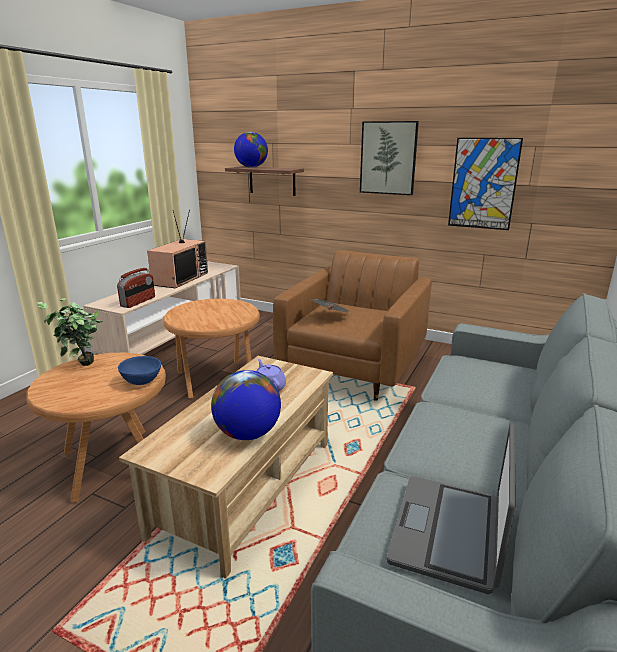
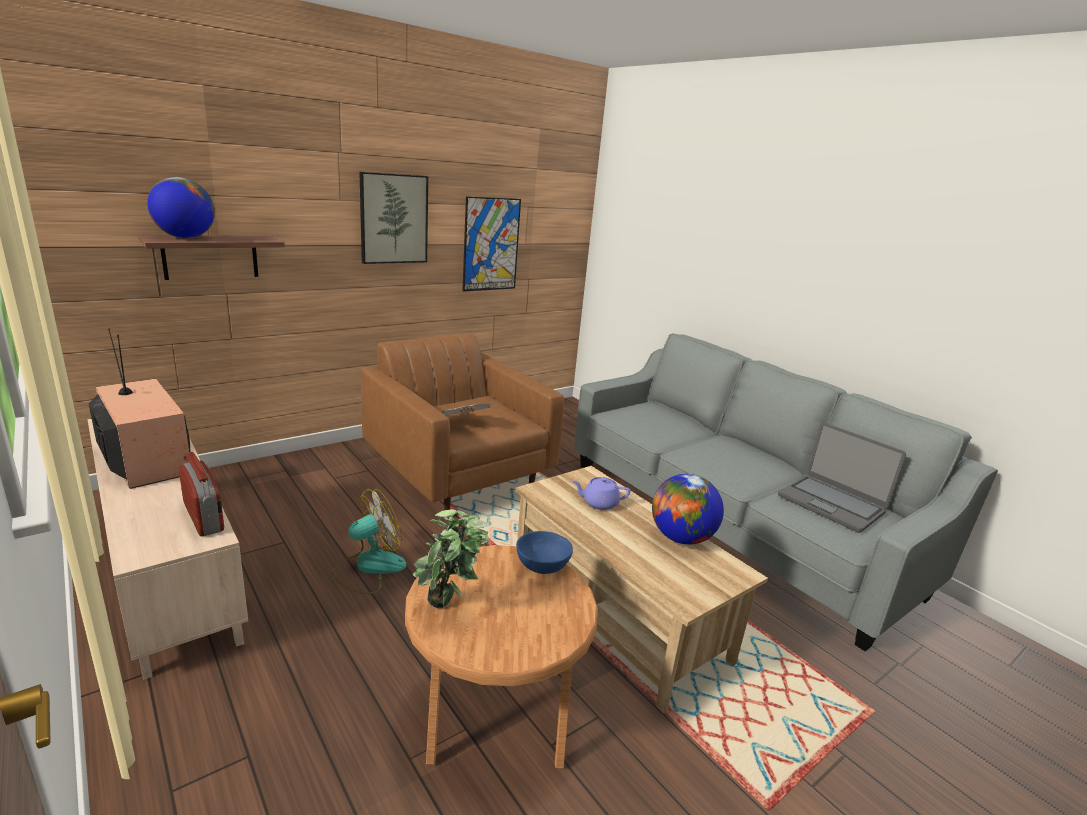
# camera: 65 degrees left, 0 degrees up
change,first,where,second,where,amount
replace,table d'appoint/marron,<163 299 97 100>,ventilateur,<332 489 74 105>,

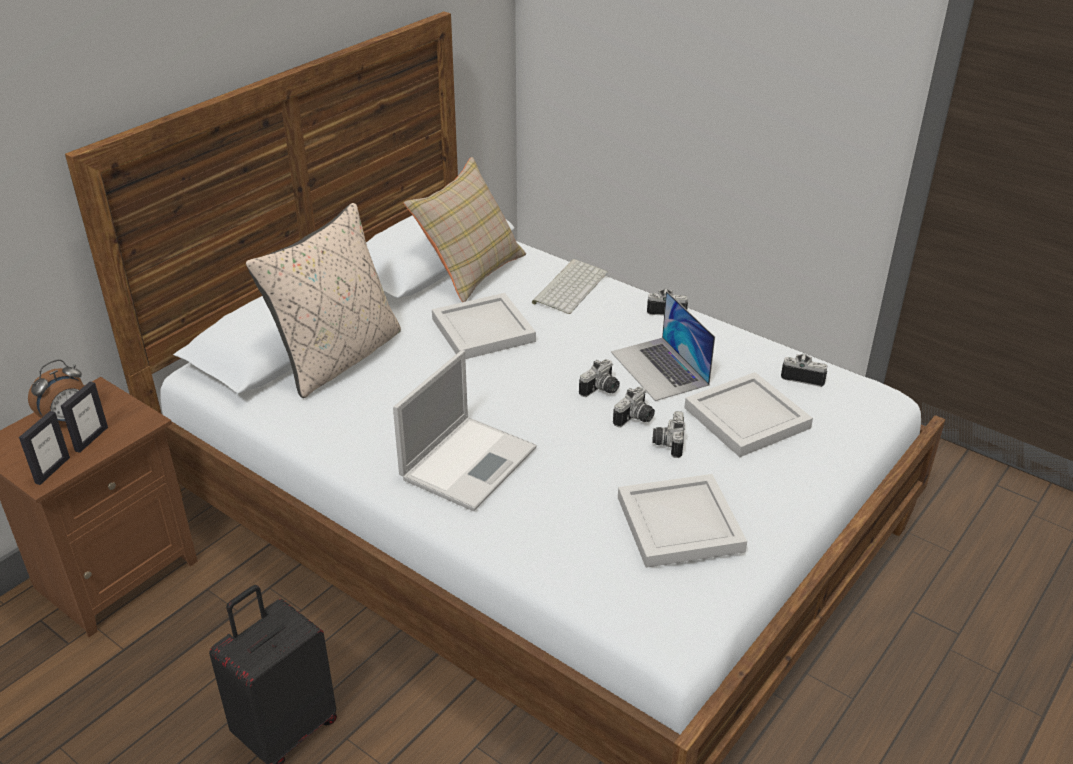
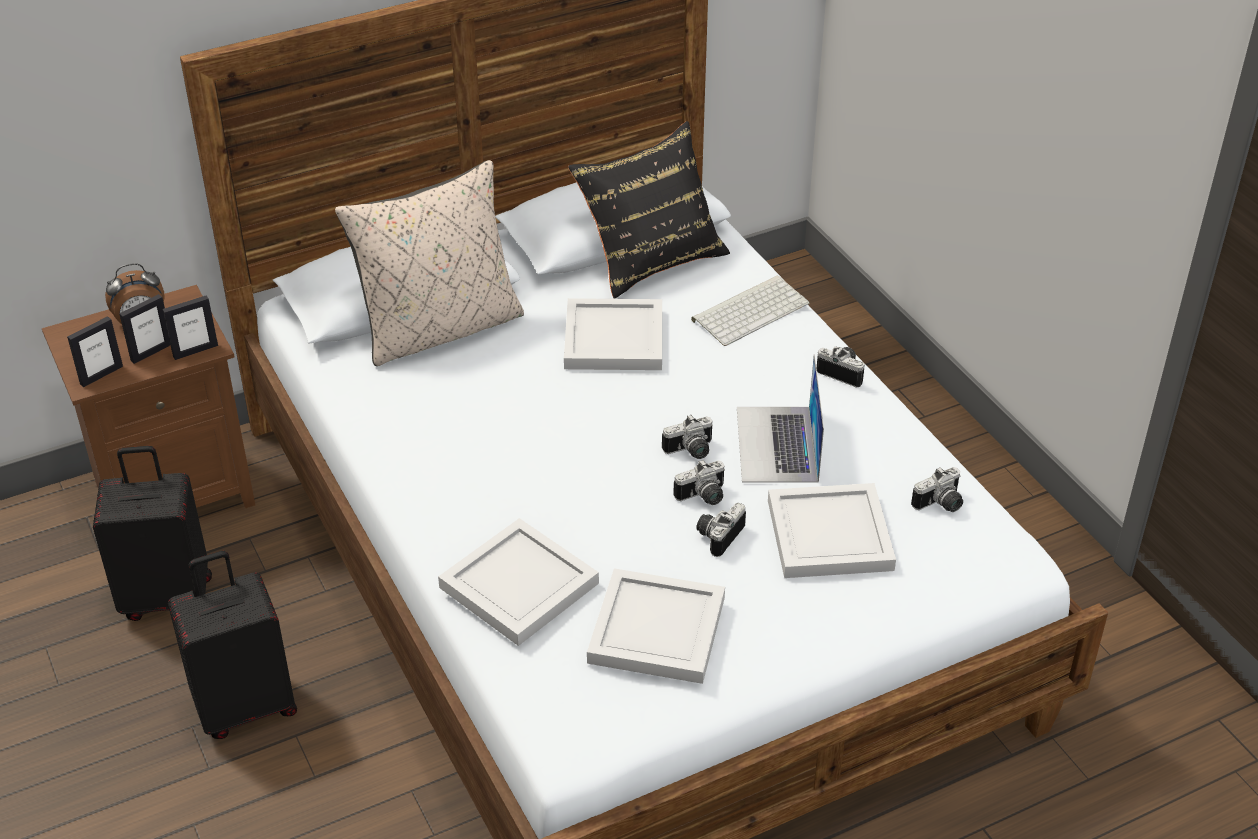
# camera: 25 degrees right, 5 degrees up
change,first,where,second,where,amount
recolor,coussin/beige,<404 157 122 145>,coussin/noir,<568 121 162 178>,
delete,ordinateur portable,<393 350 144 161>,,,
rotate,appareil photo,<781 354 46 33>,,<911 467 52 45>,105 degrees clockwise
insert,,,cadre photo,<163 295 55 65>,
insert,,,valise/noir,<93 446 119 175>,
insert,,,plateau/blanc,<438 518 161 128>,

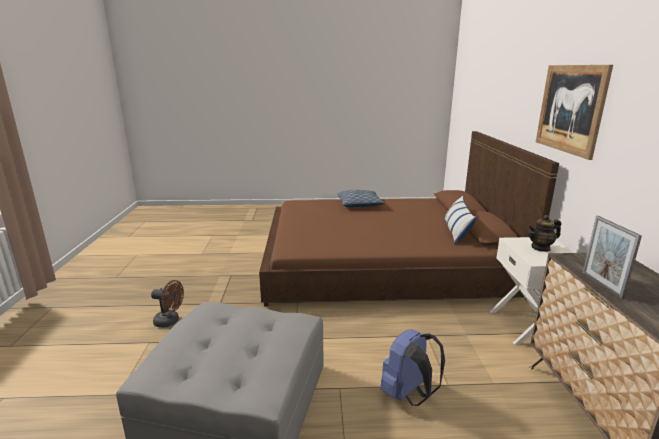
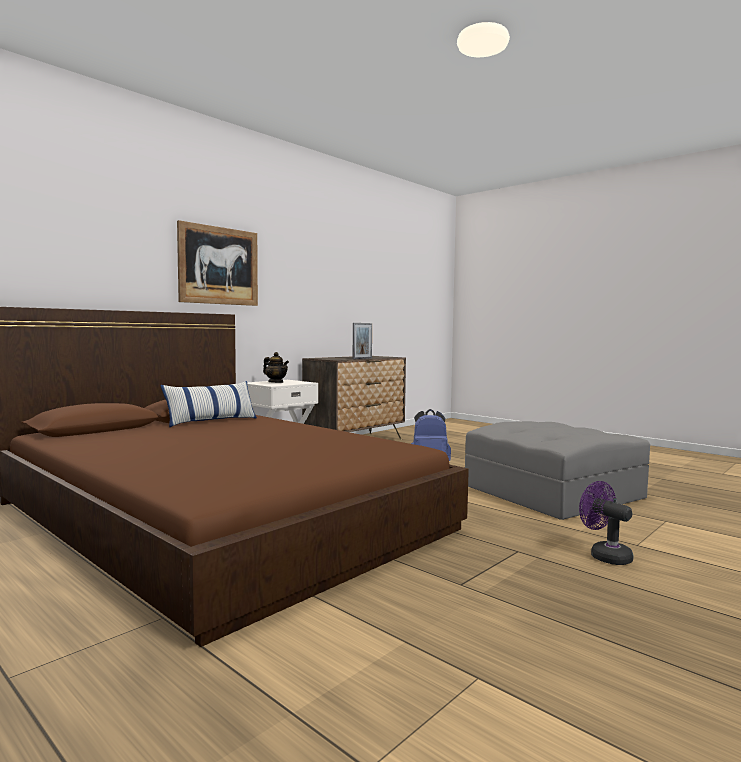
# camera: 135 degrees left, 15 degrees down
change,first,where,second,where,amount
delete,coussin,<337 190 47 17>,,,
recolor,ventilateur/marron,<151 280 33 48>,ventilateur/violet,<579 481 55 84>,

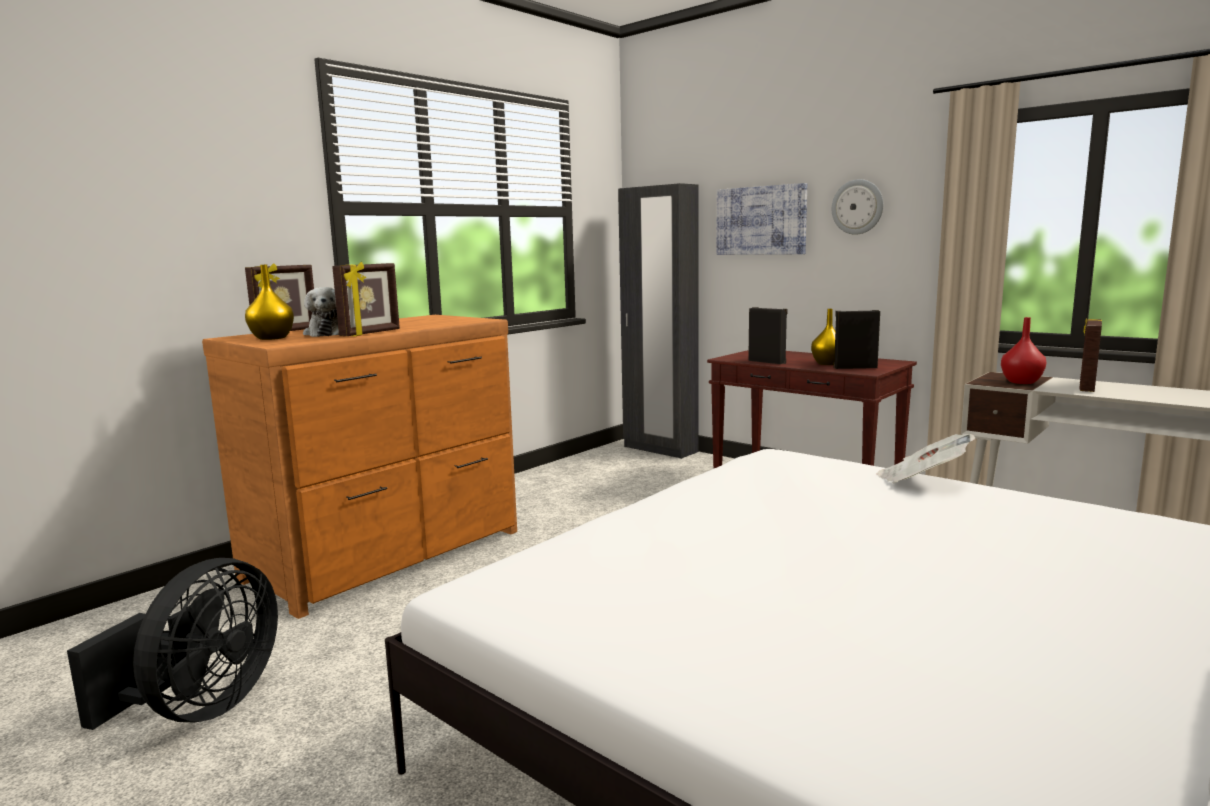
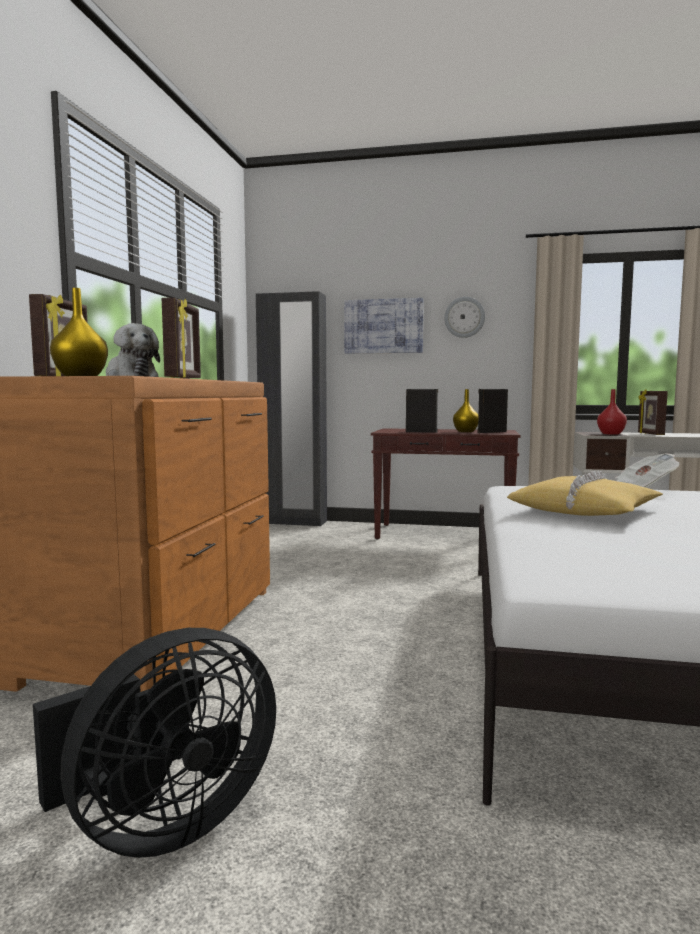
# camera: 30 degrees left, 5 degrees down
change,first,where,second,where,amount
rotate,ventilateur/noir,<67 558 211 172>,,<33 628 243 230>,60 degrees clockwise
insert,,,coussin/jaune,<507 471 156 45>,

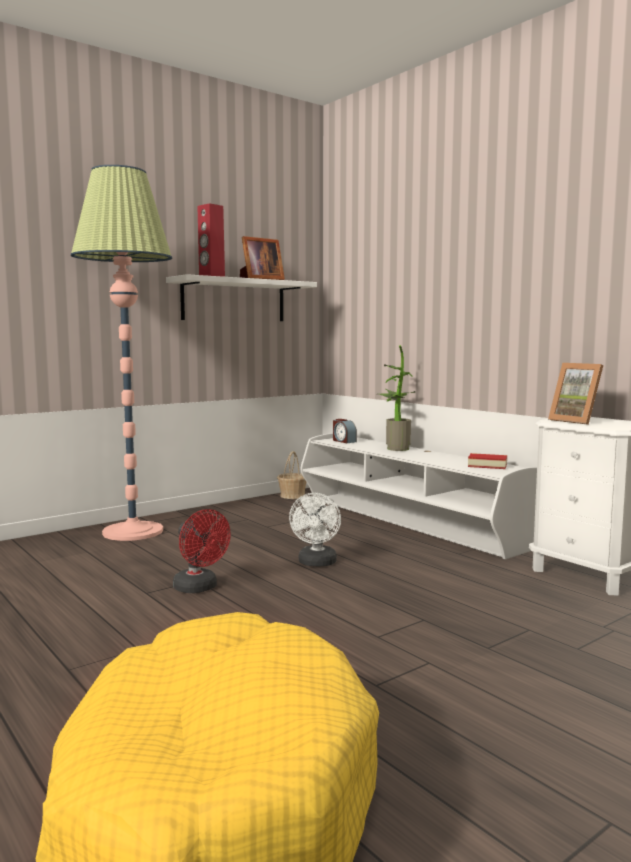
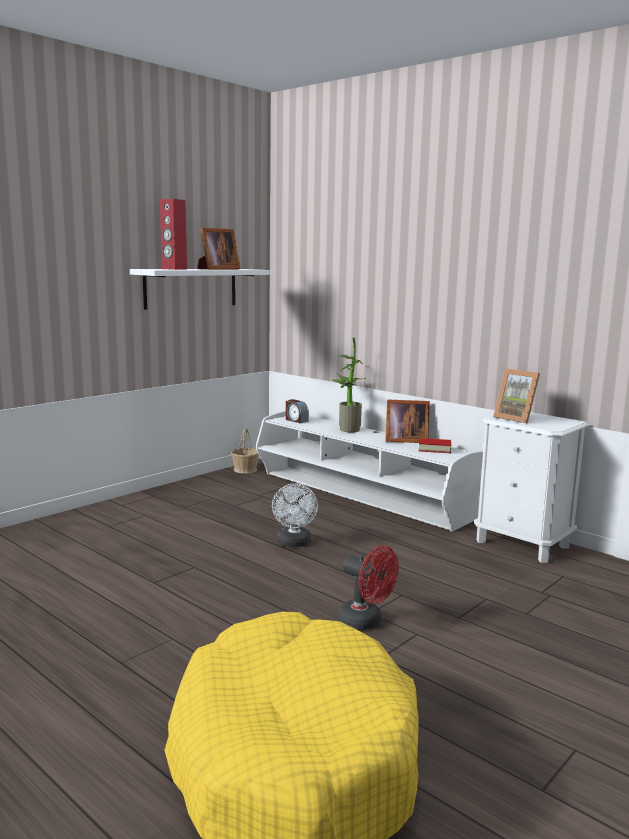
# camera: 10 degrees left, 5 degrees up
change,first,where,second,where,amount
delete,lampadaire,<71 165 101 376>,,,
move,ventilateur/rouge,<173 509 58 84>,,<337 546 62 84>,
insert,,,cadre photo,<386 399 44 44>,

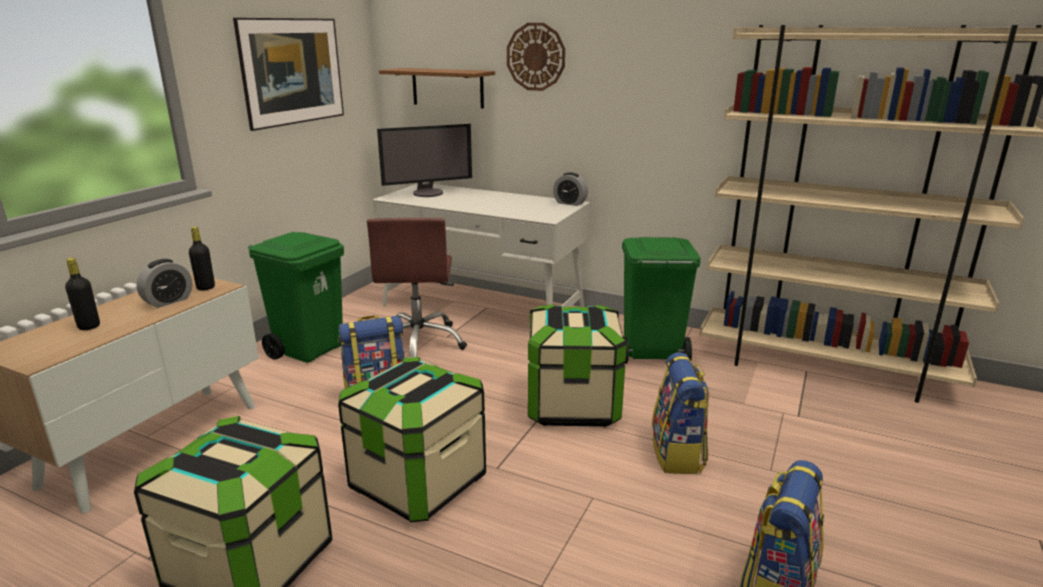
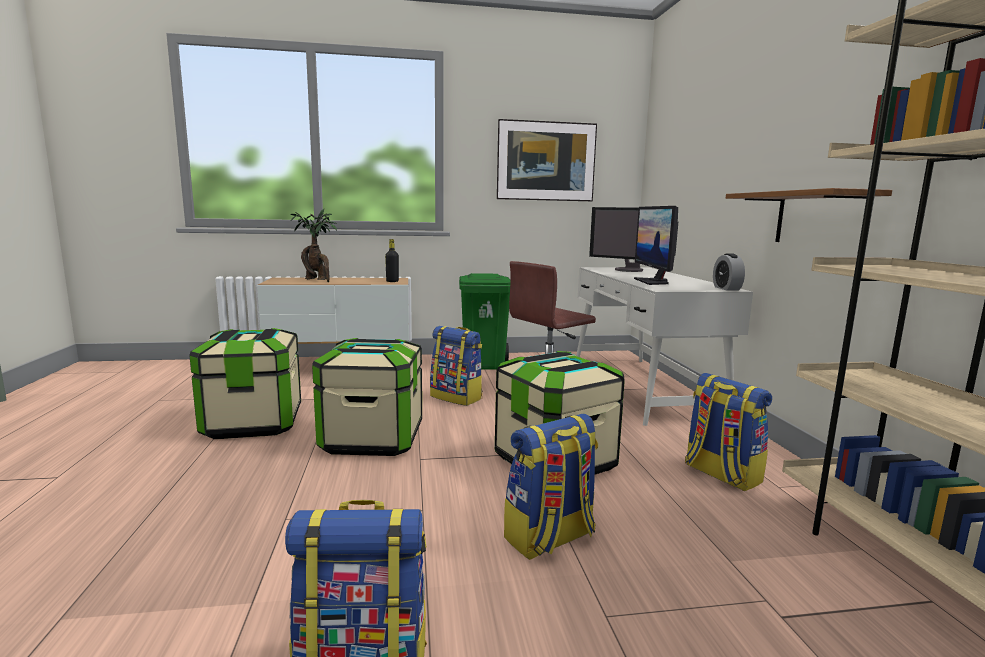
# camera: 55 degrees right, 10 degrees down
change,first,where,second,where,amount
delete,horloge murale,<507 23 58 68>,,,
move,étagère,<379 68 116 40>,,<726 188 166 54>,
replace,poubelle/vert,<622 237 78 127>,sac à dos,<685 373 87 118>,
replace,bouteille/noir,<65 258 35 72>,plante en pot,<290 209 47 73>,
delete,réveil,<137 259 56 49>,,,
insert,,,écran d'ordinateur,<634 206 44 79>,

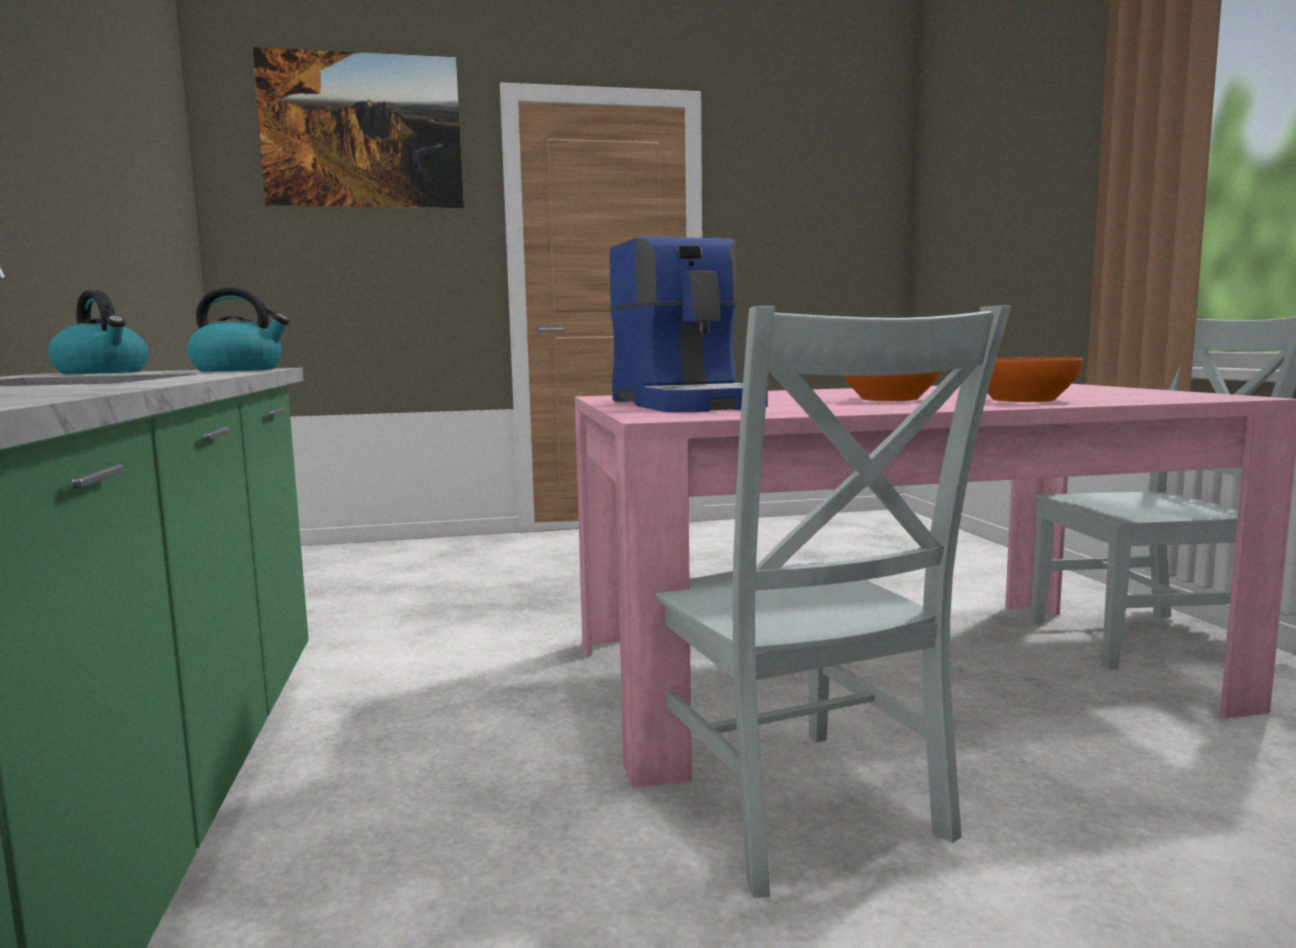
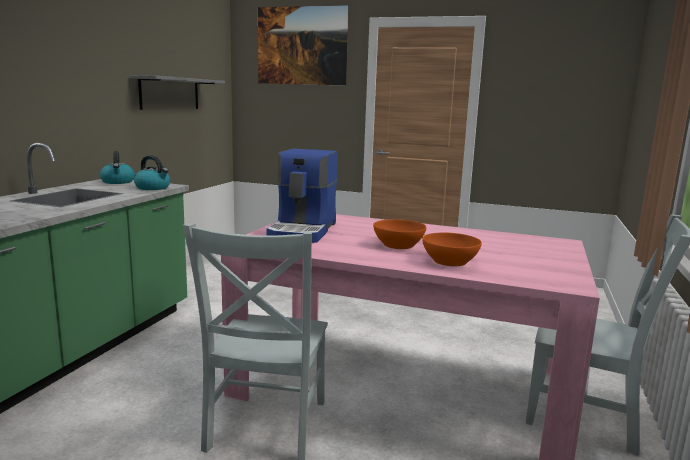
# camera: 30 degrees right, 5 degrees up
change,first,where,second,where,amount
insert,,,étagère/gris,<129 75 96 35>,

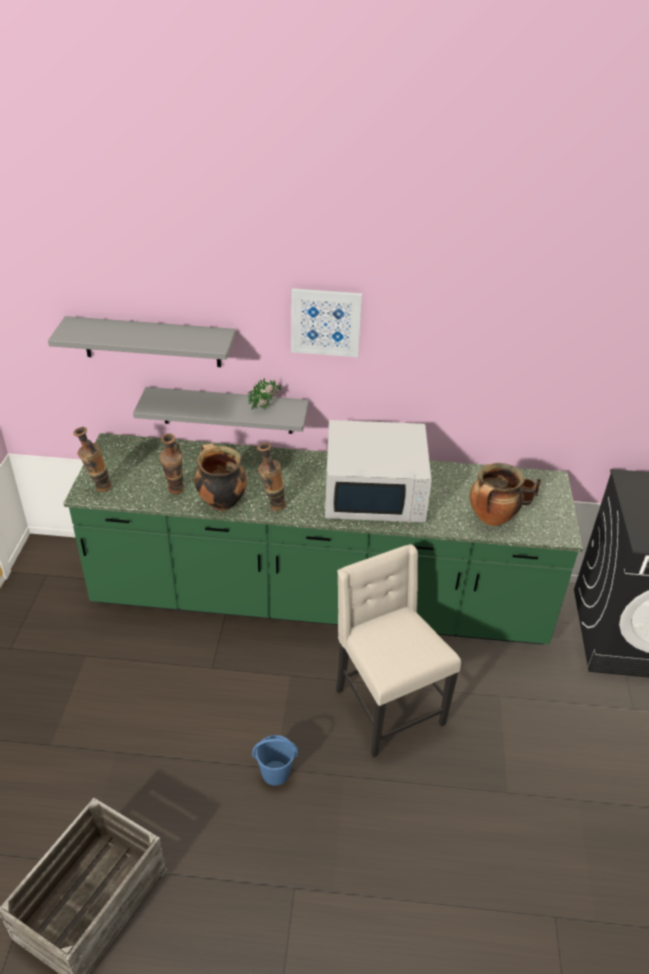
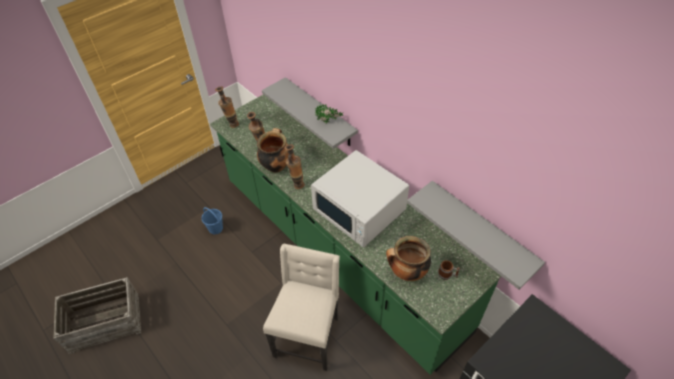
# camera: 45 degrees right, 10 degrees up
change,first,where,second,where,amount
delete,tableau,<291 288 71 69>,,,
move,étagère/gris,<48 316 188 51>,,<407 181 138 109>,
move,seau/bleu,<252 735 46 51>,,<201 207 22 27>,

